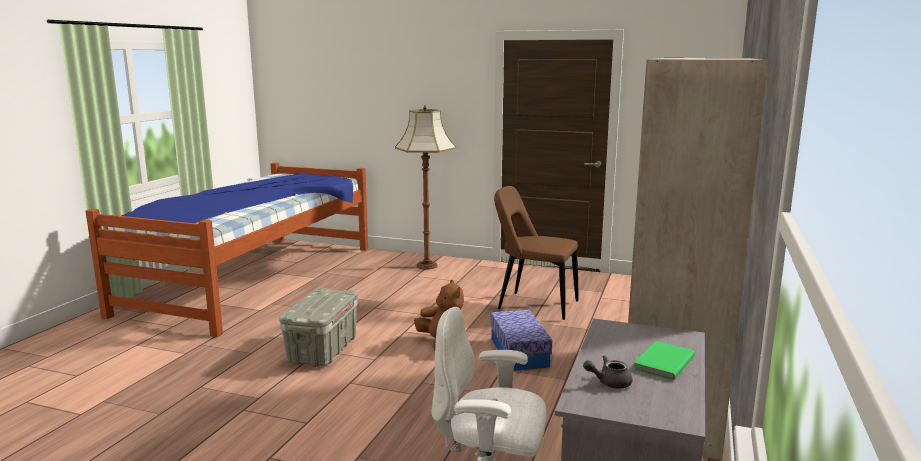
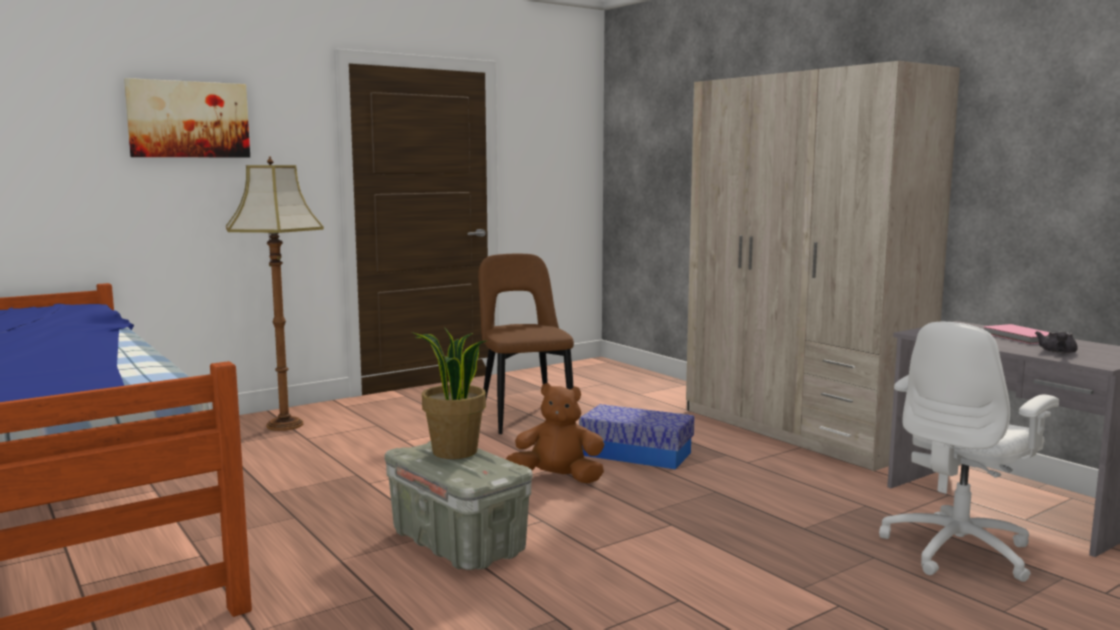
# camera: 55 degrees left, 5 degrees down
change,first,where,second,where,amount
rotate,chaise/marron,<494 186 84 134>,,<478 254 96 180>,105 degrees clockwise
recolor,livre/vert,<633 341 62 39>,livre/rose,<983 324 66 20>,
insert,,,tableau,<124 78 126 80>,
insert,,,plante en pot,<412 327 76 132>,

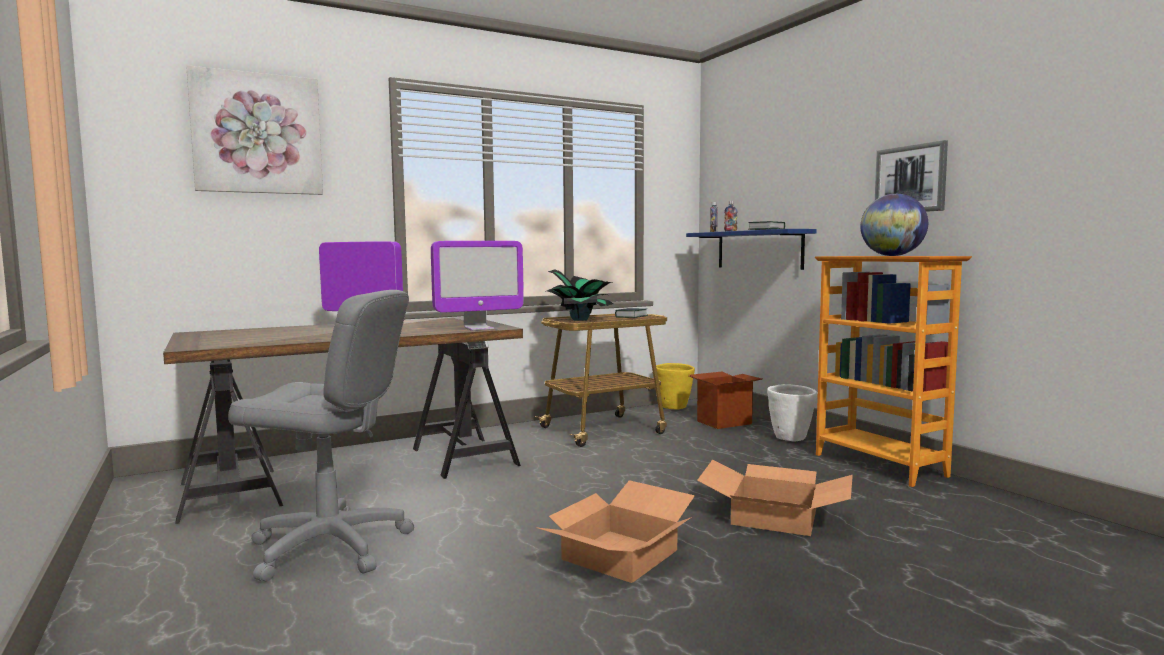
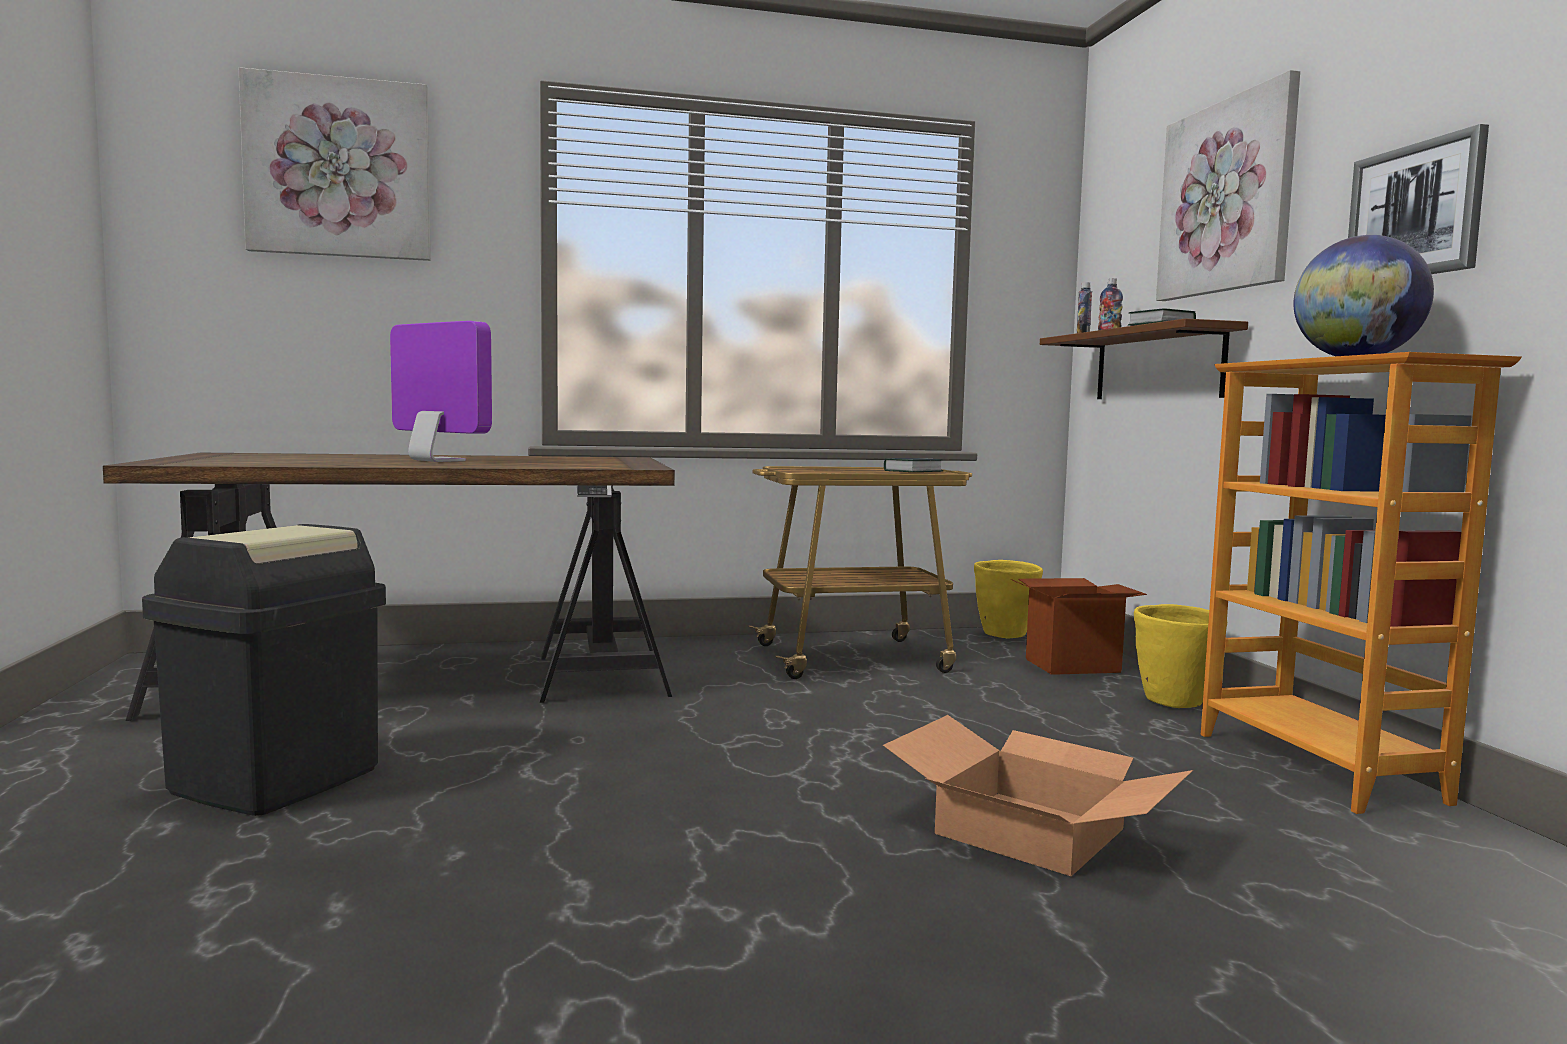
# camera: 15 degrees right, 0 degrees up
change,first,where,second,where,amount
recolor,étagère/bleu,<686 229 131 41>,étagère/marron,<1040 318 208 81>,
delete,écran d'ordinateur,<431 241 93 90>,,,
delete,plante en pot,<545 269 68 52>,,,
replace,chaise de bureau/gris,<228 290 186 291>,poubelle/noir,<142 524 244 292>,
recolor,cache-pot/blanc,<767 384 50 57>,cache-pot/jaune,<1134 604 93 104>,
delete,carton,<536 480 159 103>,,,
insert,,,tableau,<1156 70 144 231>,

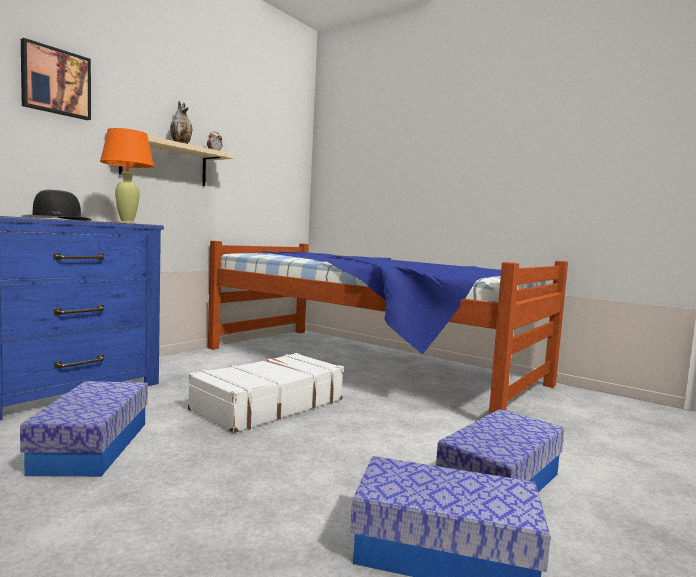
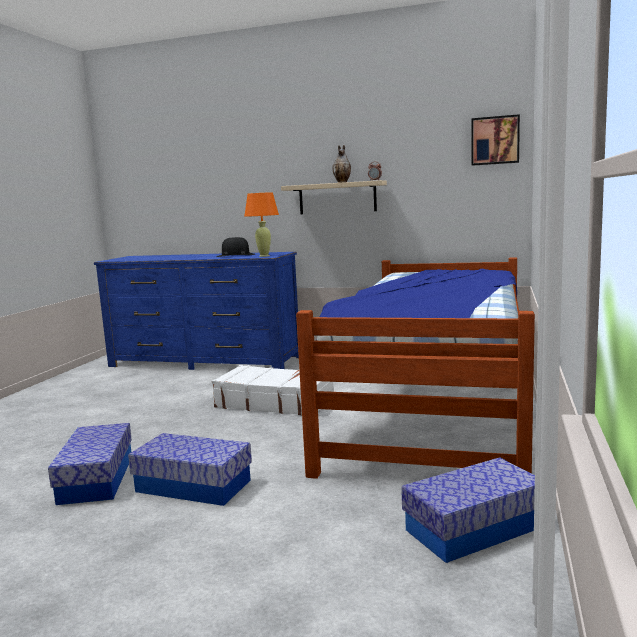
# camera: 70 degrees right, 5 degrees up
change,first,where,second,where,amount
move,tableau,<21 38 70 82>,,<471 114 49 52>,
move,boîte de rangement,<20 381 128 96>,,<401 457 134 106>,

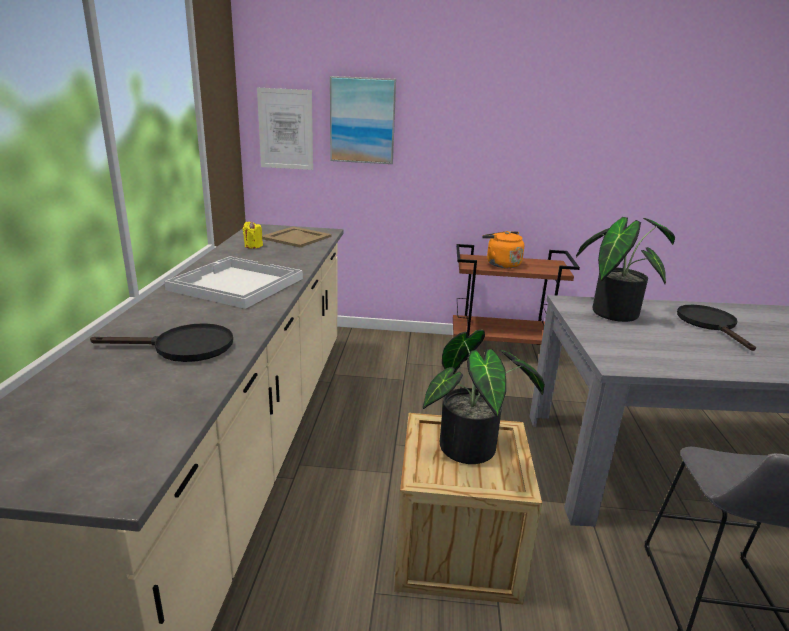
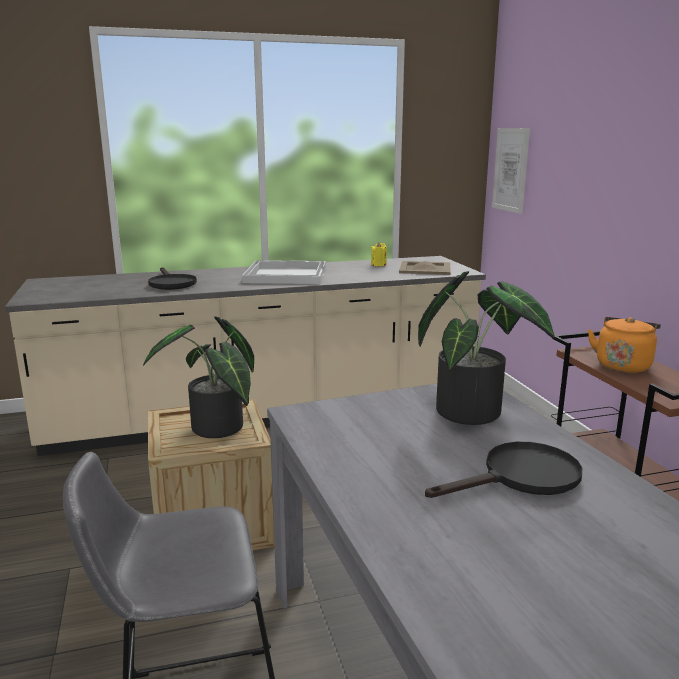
# camera: 70 degrees right, 5 degrees down
change,first,where,second,where,amount
delete,tableau,<330 76 66 88>,,,

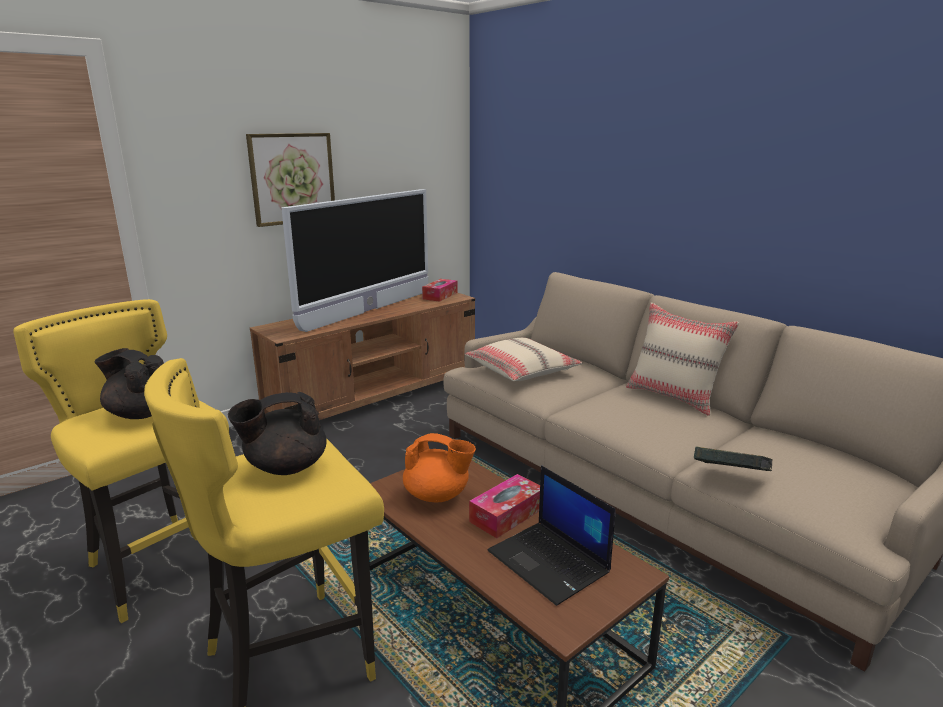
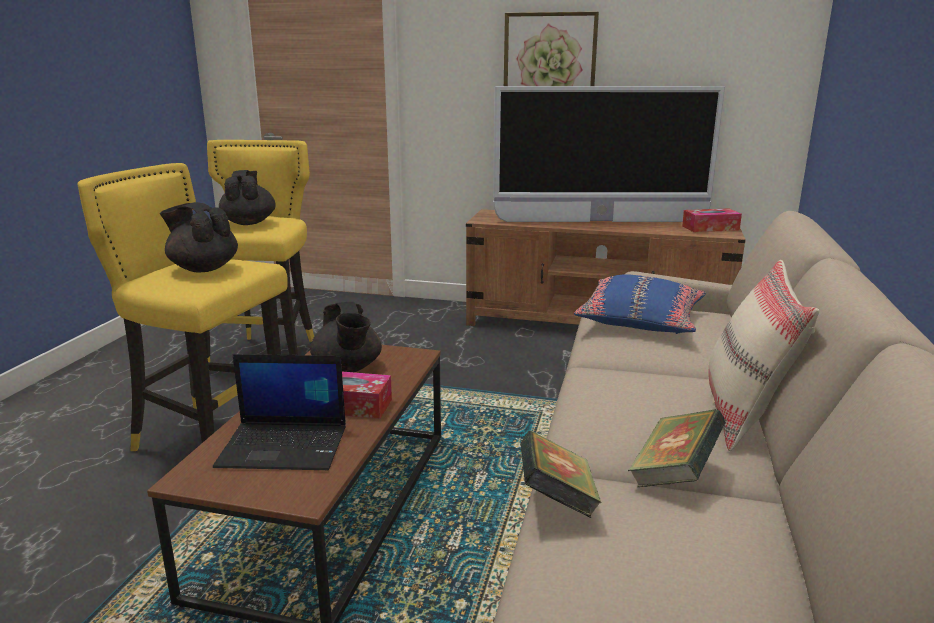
# camera: 55 degrees right, 0 degrees up
change,first,where,second,where,amount
recolor,coussin/beige,<465 338 117 43>,coussin/bleu,<574 274 132 60>,
recolor,théière/orange,<403 433 73 69>,théière/noir,<310 302 72 70>,
rotate,ordinateur portable,<488 465 128 141>,,<213 354 133 116>,105 degrees counterclockwise
insert,,,livre,<628 409 98 78>,

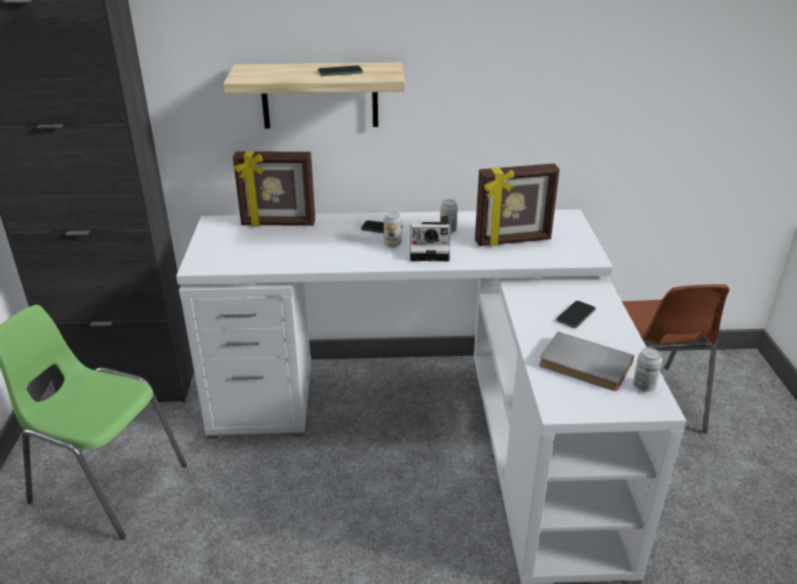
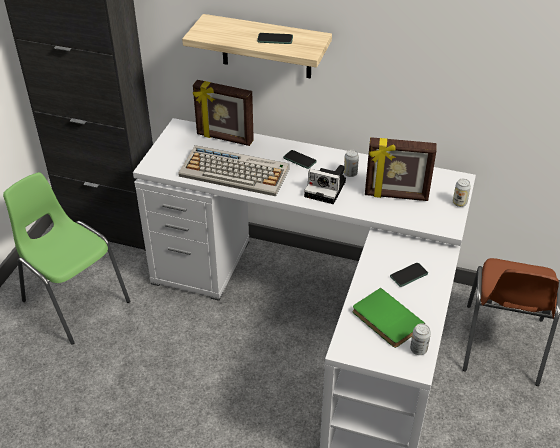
# camera: 20 degrees right, 10 degrees up
change,first,where,second,where,amount
move,boîte métallique,<384 212 17 35>,,<453 179 18 28>,
recolor,livre/gris,<539 332 95 59>,livre/vert,<353 288 72 60>,
insert,,,clavier,<178 145 112 51>,

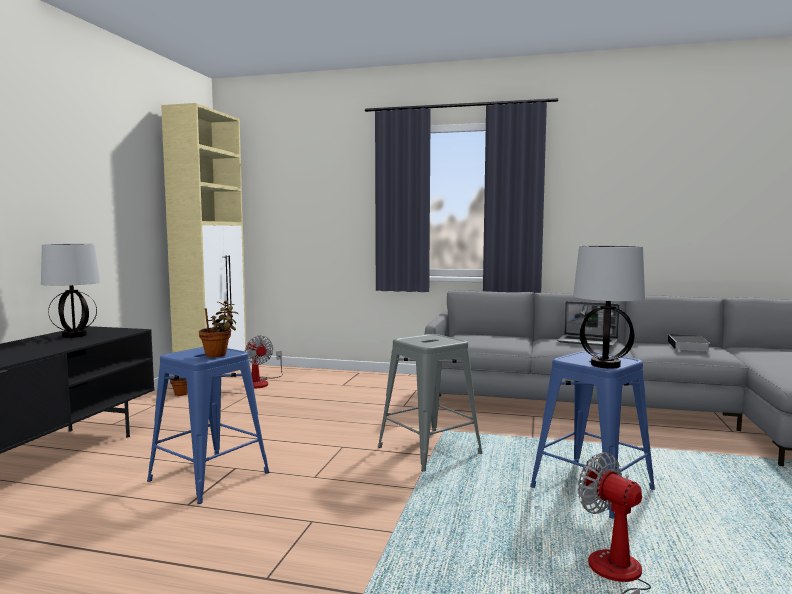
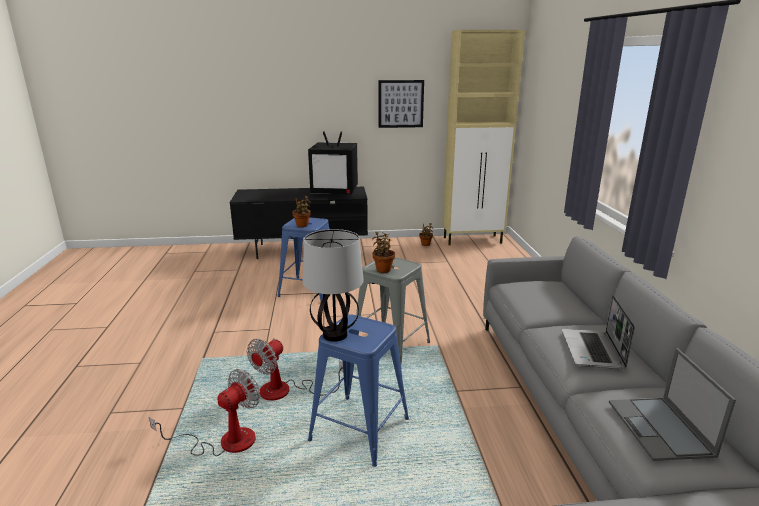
# camera: 70 degrees right, 15 degrees up
change,first,where,second,where,amount
replace,lampe de table,<41 244 59 94>,téléviseur,<308 131 50 63>,
replace,livre,<668 334 42 18>,ordinateur portable,<609 348 127 113>,
move,ventilateur,<245 336 38 53>,,<247 338 96 63>,
insert,,,tableau,<378 80 46 48>,
insert,,,plante en pot,<372 231 23 42>,

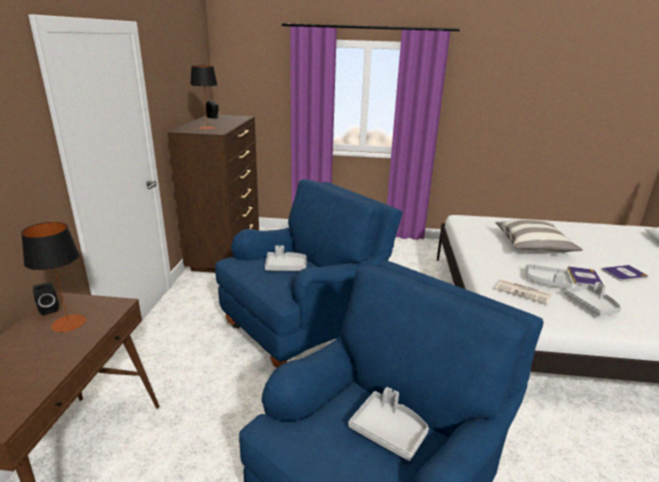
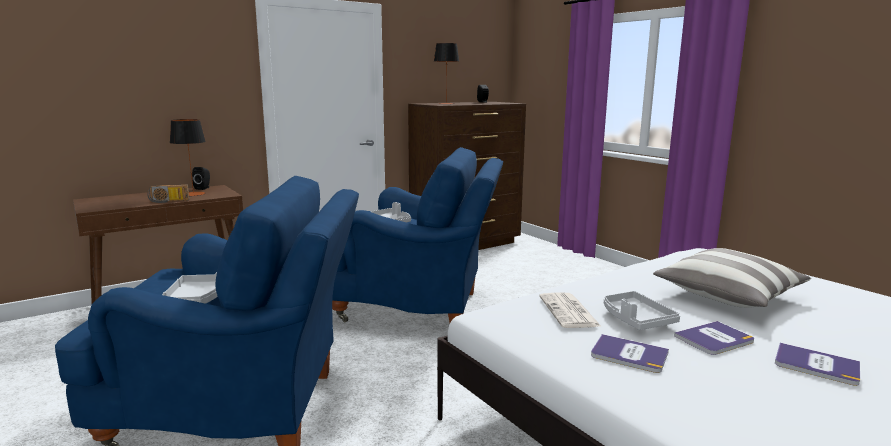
# camera: 50 degrees right, 10 degrees down
change,first,where,second,where,amount
replace,plateau/gris,<564 282 57 34>,livre,<591 334 78 39>,
insert,,,radio,<147 185 43 18>,

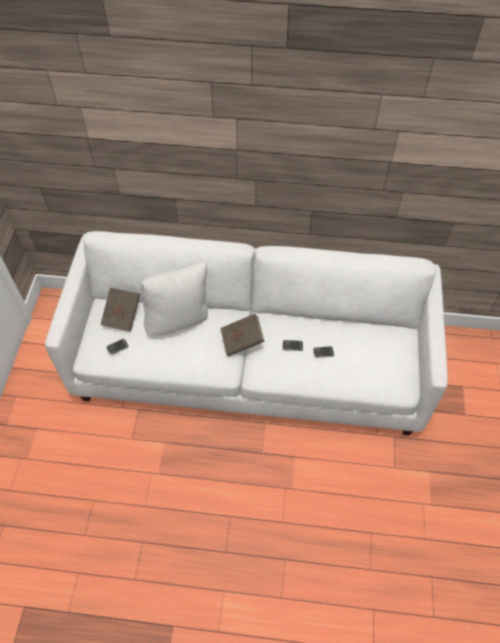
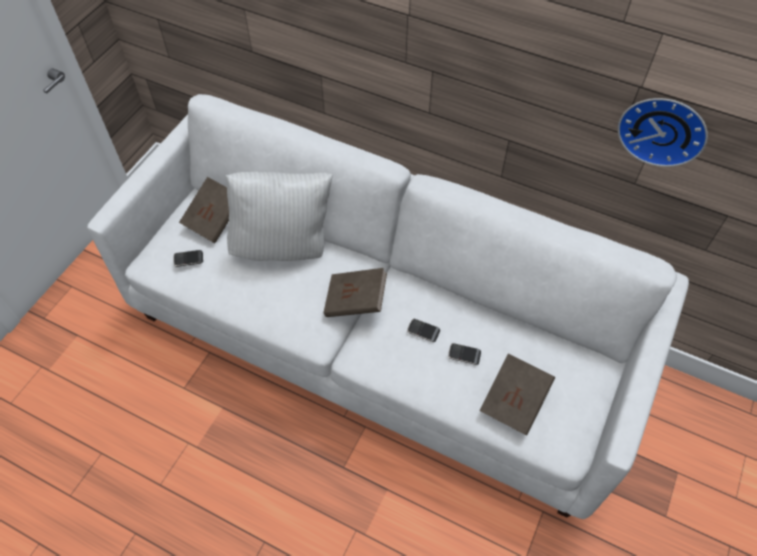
# camera: 20 degrees right, 0 degrees up
change,first,where,second,where,amount
insert,,,horloge murale,<618 98 90 69>,
insert,,,livre/marron,<479 354 76 82>,

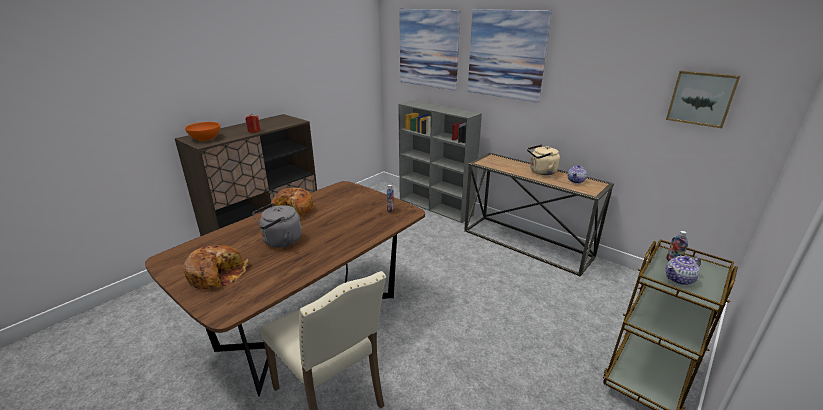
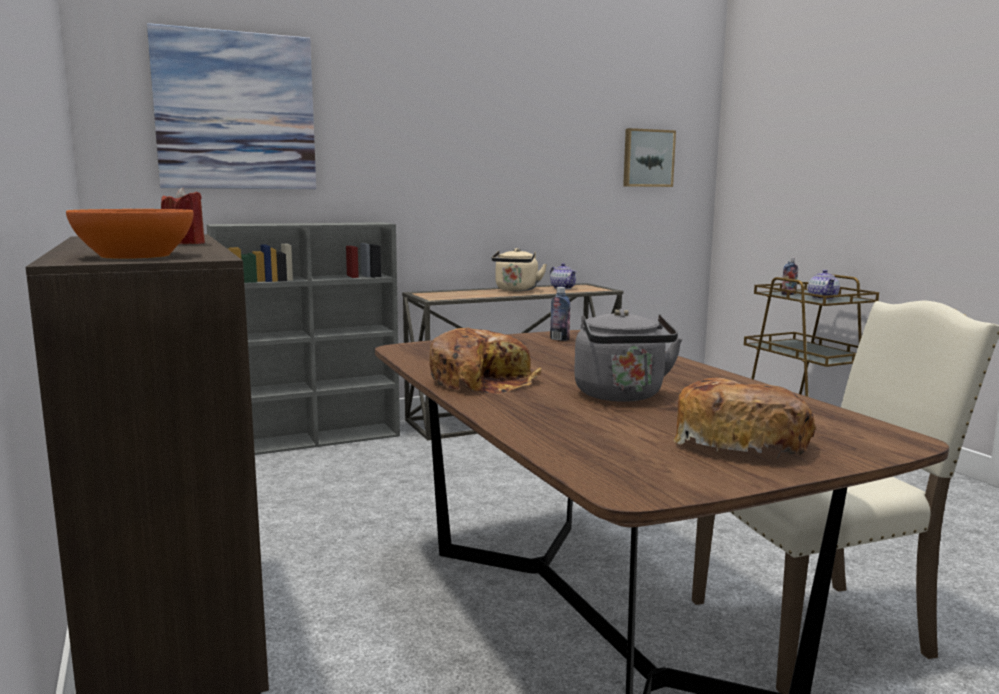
# camera: 65 degrees left, 15 degrees down
change,first,where,second,where,amount
delete,tableau,<468 9 84 94>,,,

